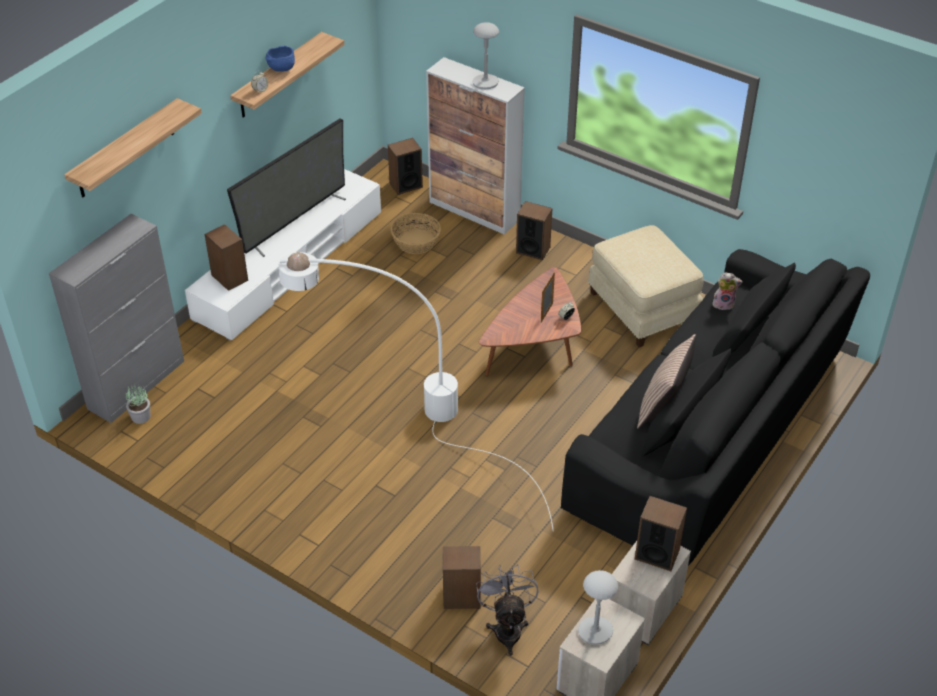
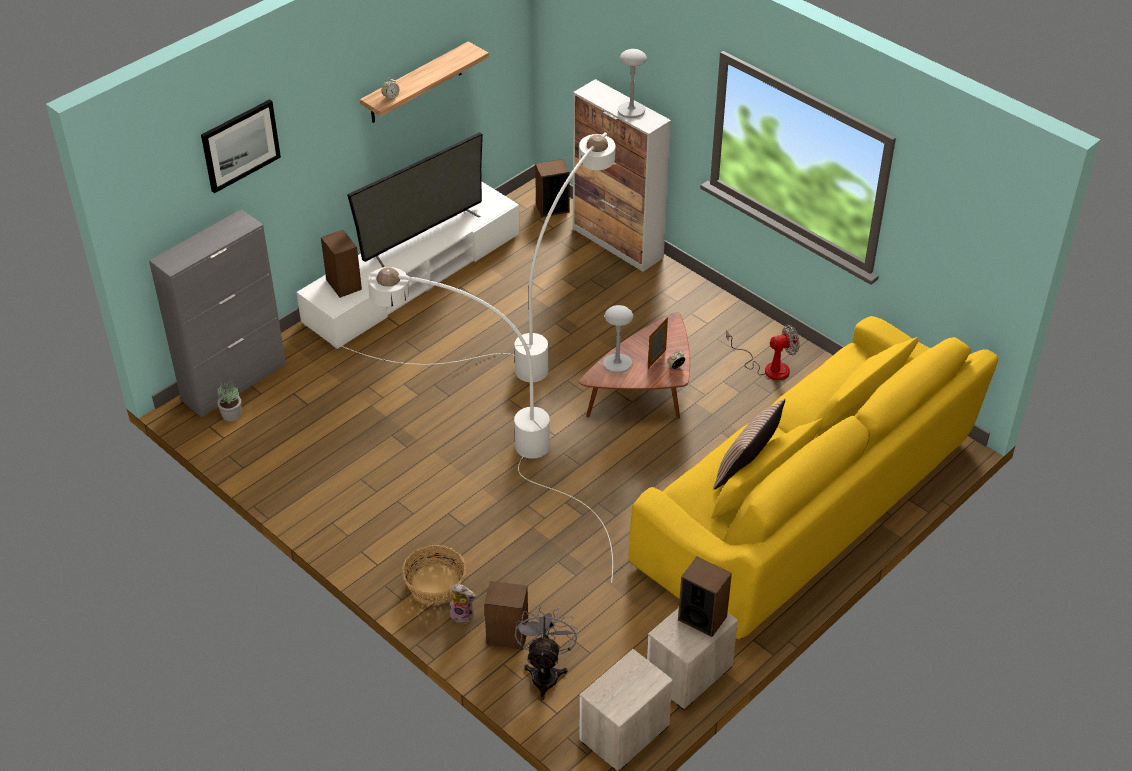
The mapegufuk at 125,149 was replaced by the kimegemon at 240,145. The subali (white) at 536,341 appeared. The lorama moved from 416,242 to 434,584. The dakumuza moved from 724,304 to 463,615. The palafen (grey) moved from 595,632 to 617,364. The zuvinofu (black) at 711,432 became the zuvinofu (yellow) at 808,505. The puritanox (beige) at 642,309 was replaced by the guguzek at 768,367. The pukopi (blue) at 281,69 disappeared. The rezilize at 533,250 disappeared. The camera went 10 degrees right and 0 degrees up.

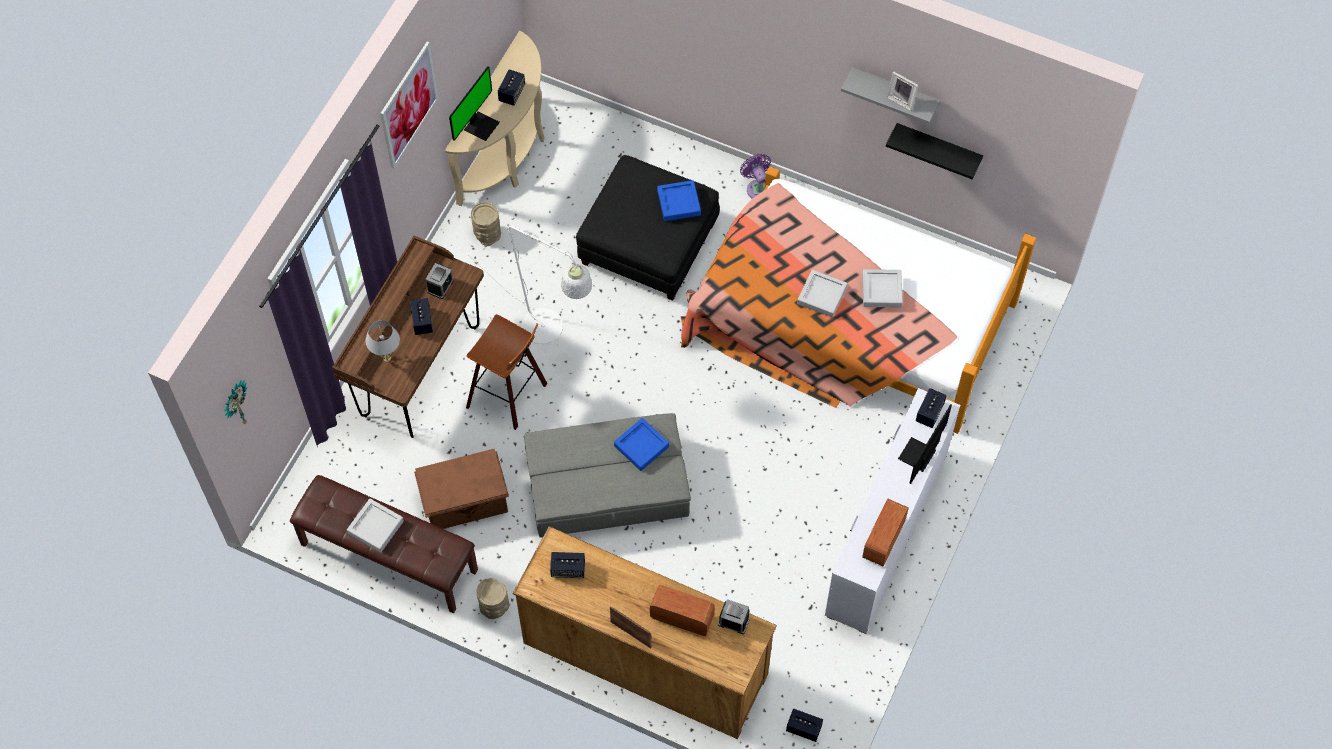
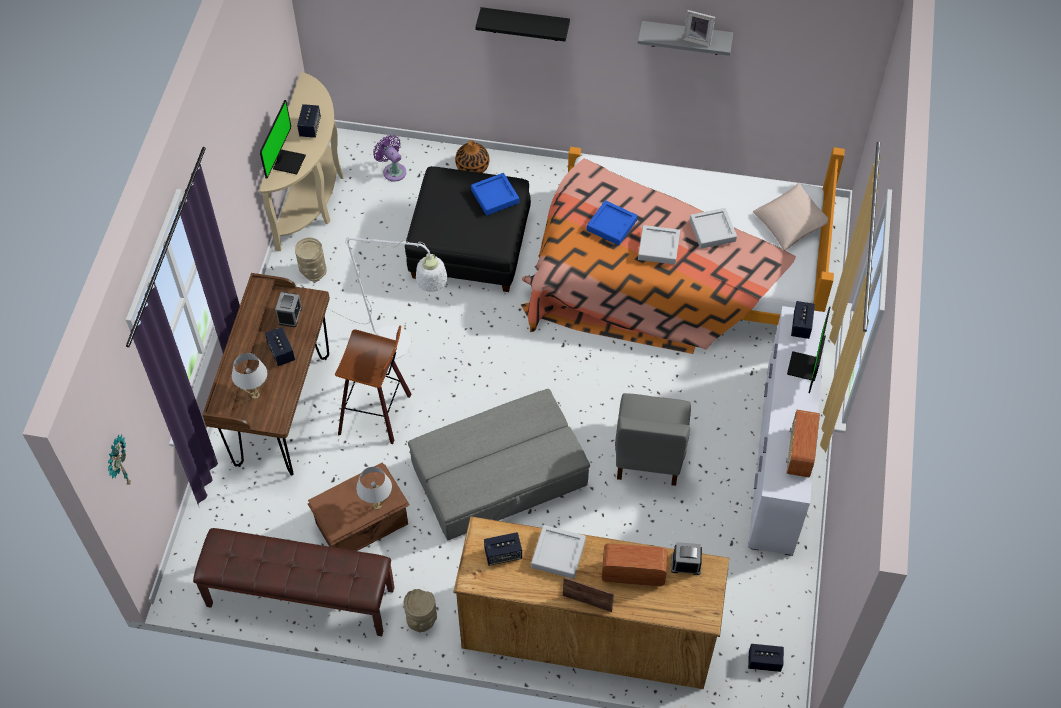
The palafen (white) at 377,505 appeared. The guguzek (purple) moved from 757,187 to 393,170. The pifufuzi at 472,167 appeared. The mapegufuk (black) moved from 937,148 to 525,24. The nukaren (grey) moved from 375,527 to 558,554. The nukaren (blue) moved from 641,446 to 611,225. The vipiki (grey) at 649,454 appeared. The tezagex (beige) at 789,223 appeared. The kimegemon at 409,105 disappeared. The camera went 15 degrees left and 5 degrees down.

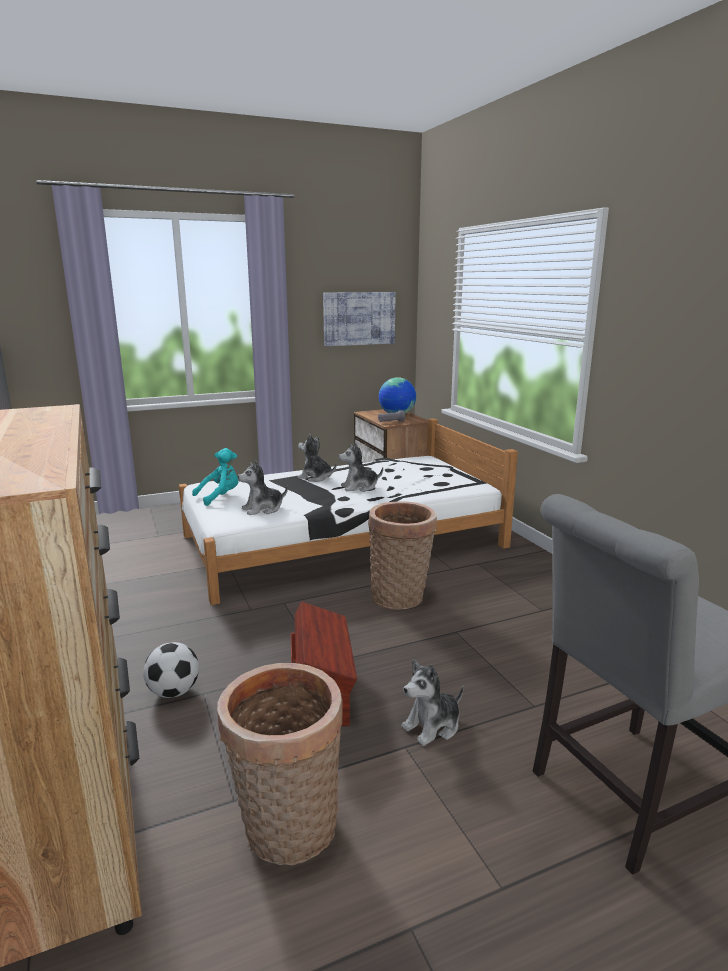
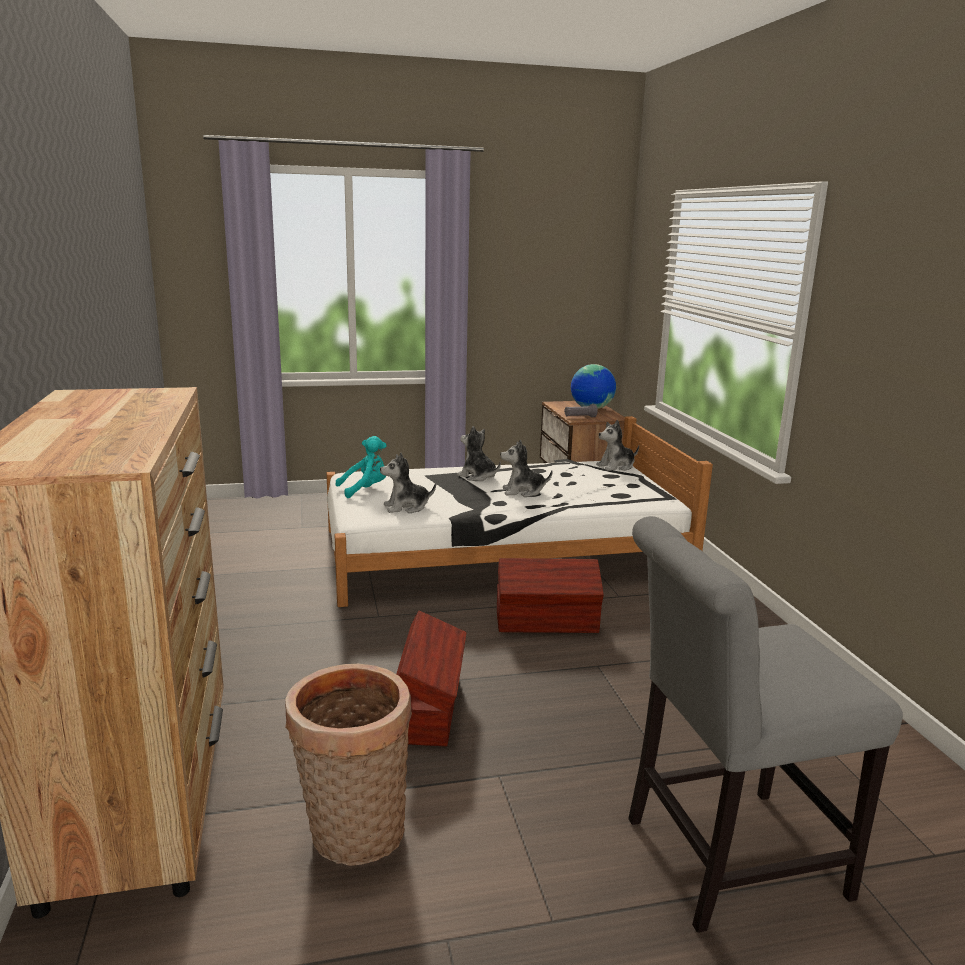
The lorama at 401,598 was replaced by the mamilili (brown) at 547,622. The dakumuza moved from 432,726 to 616,466. The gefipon at 173,692 disappeared. The kimegemon at 359,318 disappeared. The camera went 10 degrees right and 0 degrees up.

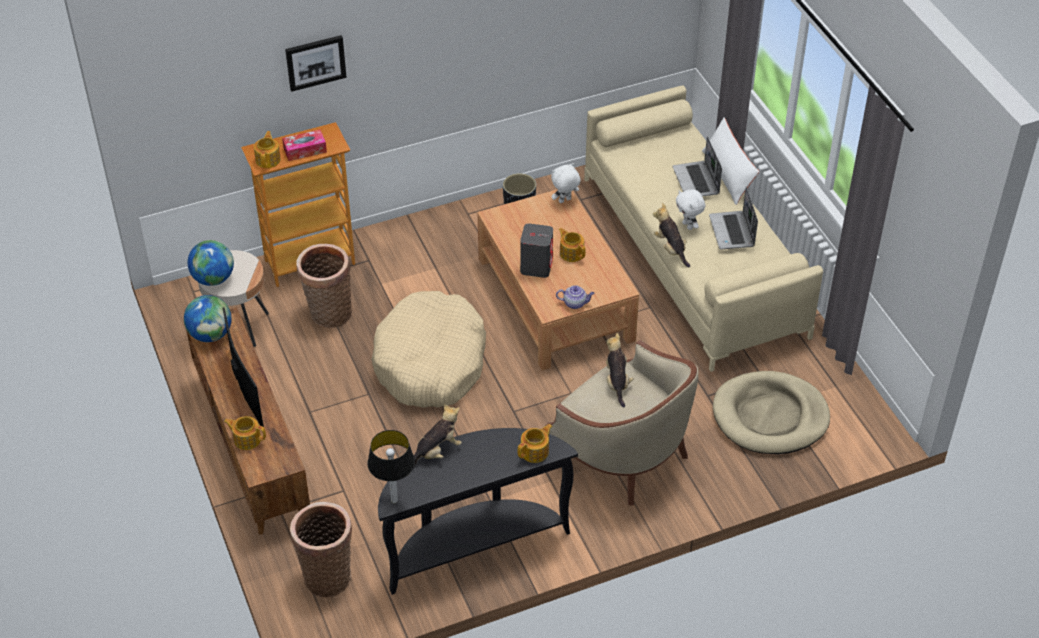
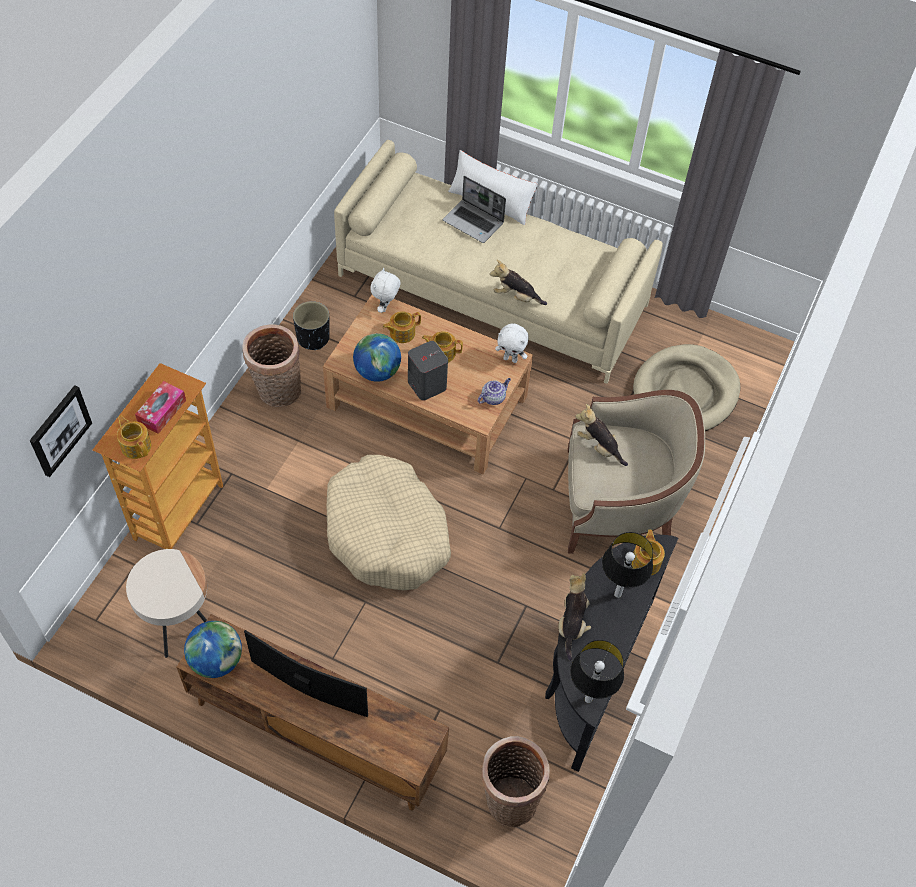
The kimegemon moved from 315,62 to 59,430. The lorama moved from 328,313 to 277,392. The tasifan moved from 213,279 to 377,371. The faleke moved from 247,439 to 401,333. The dakumuza (white) moved from 688,226 to 510,359. The palafen at 618,594 appeared. The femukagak at 732,232 disappeared. The camera went 45 degrees left and 10 degrees up.

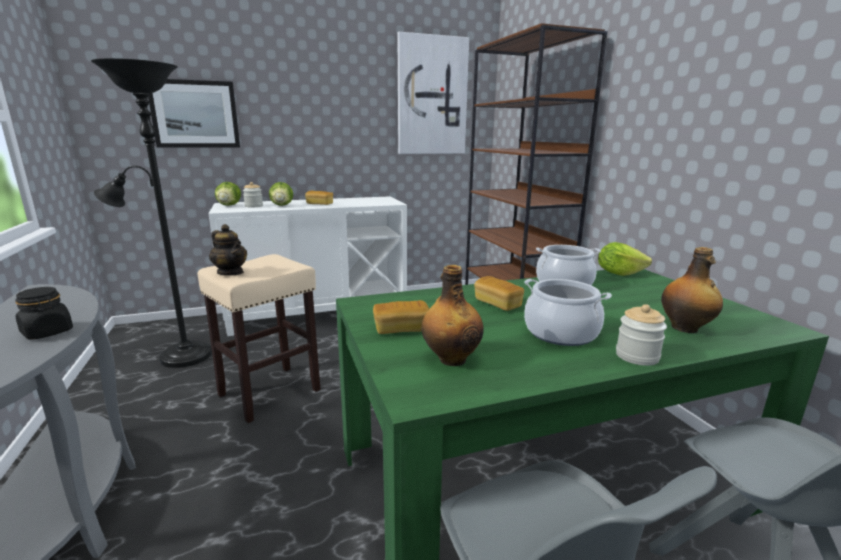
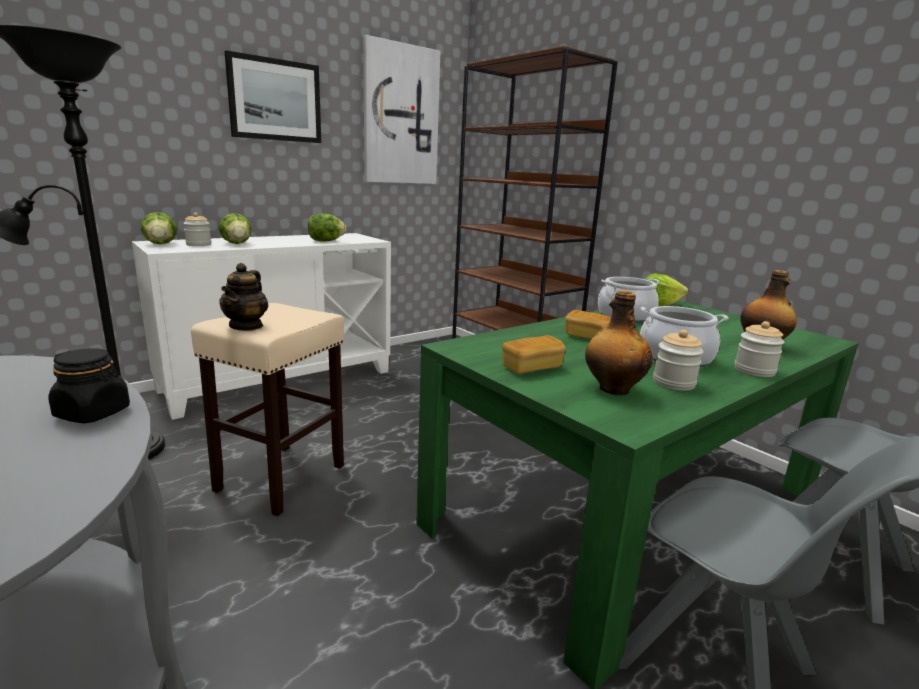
The faleke at 231,272 turned 75 degrees clockwise. The kimegemon moved from 195,114 to 275,100. The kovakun at 326,241 appeared. The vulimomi at 673,383 appeared. The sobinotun at 319,204 disappeared. The camera went 20 degrees left and 0 degrees up.

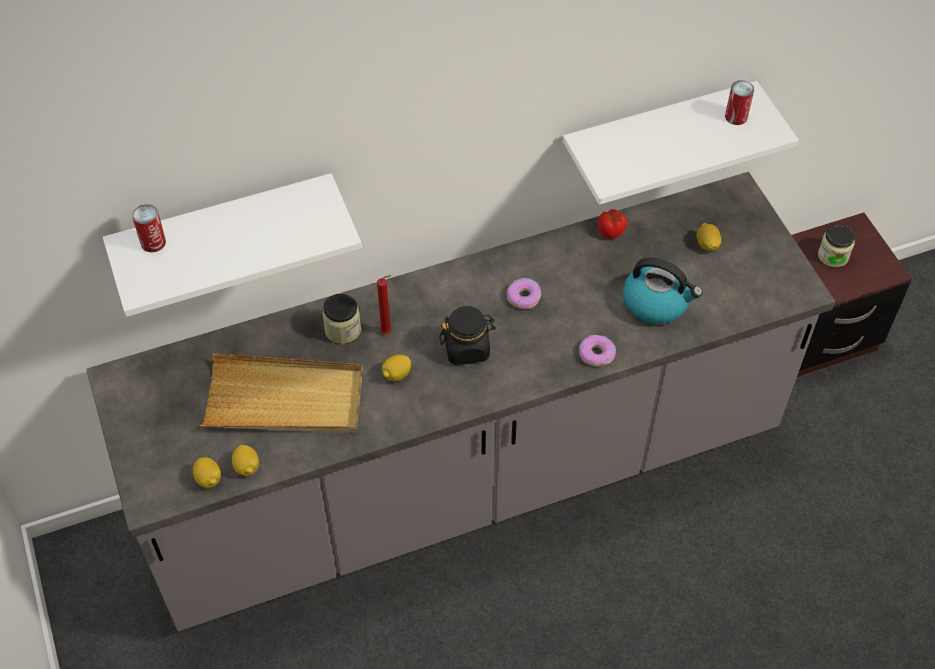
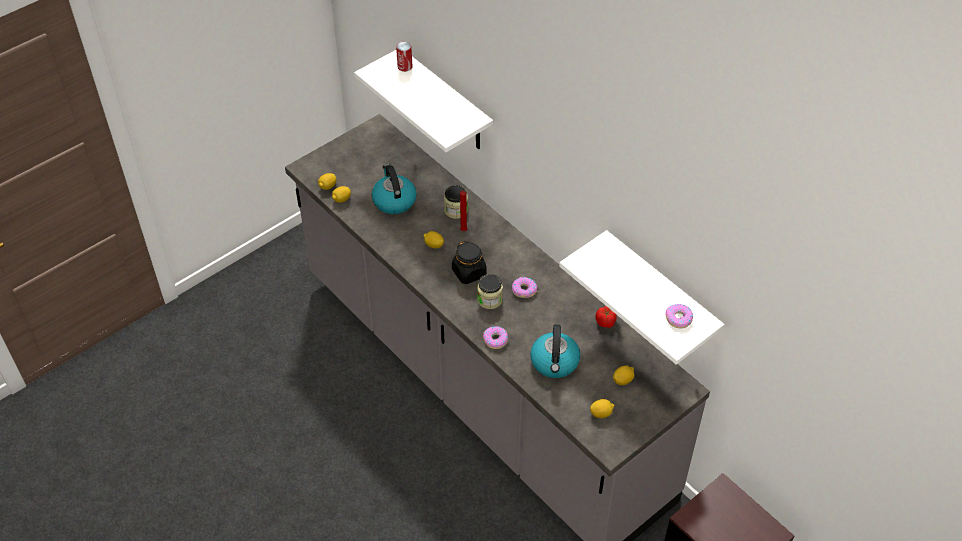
The nukaren (beige) at 284,399 was replaced by the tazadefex at 394,200. The vulimomi moved from 833,256 to 489,299. The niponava at 601,413 appeared. The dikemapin at 736,116 was replaced by the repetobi at 678,318. The camera went 70 degrees right and 5 degrees down.

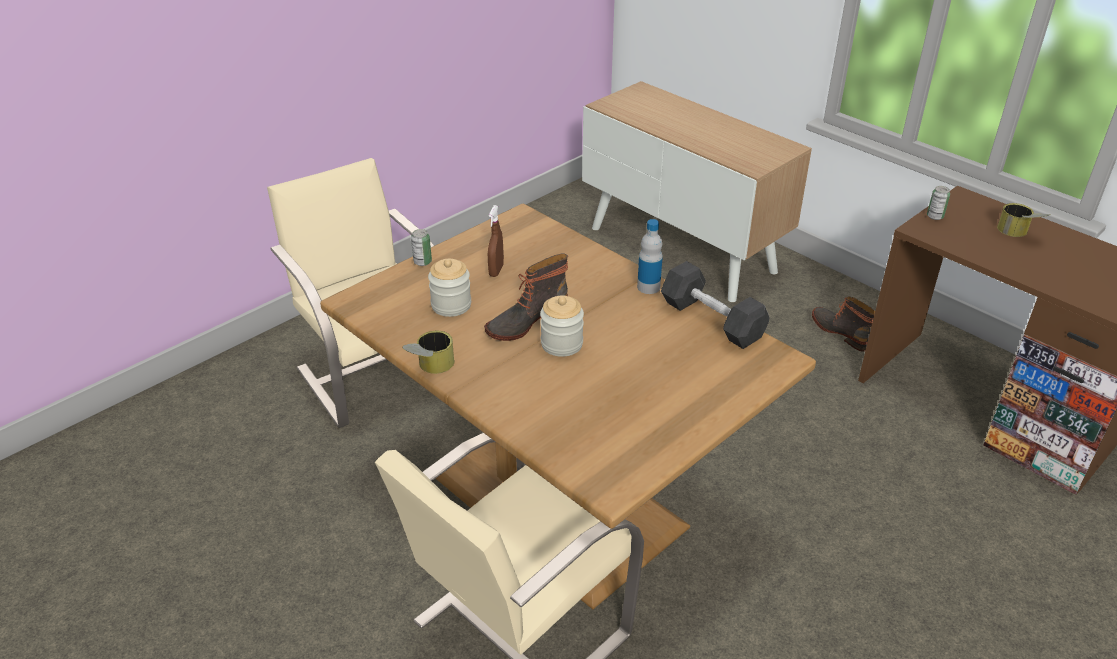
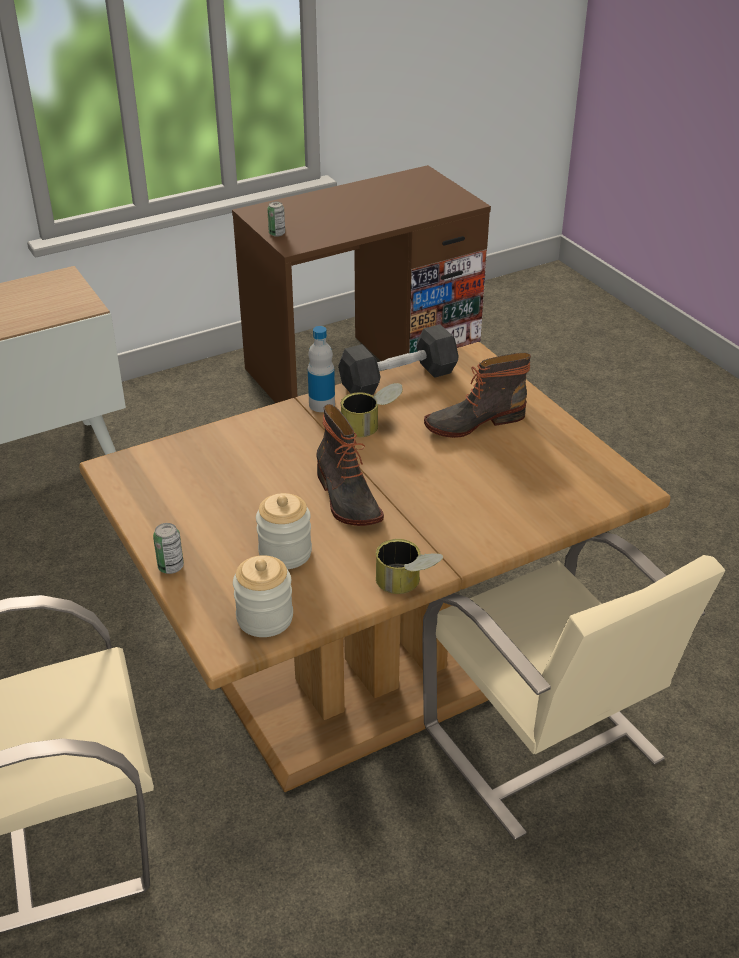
The vulimomi moved from 561,344 to 265,618. The dikemapin moved from 1018,234 to 371,426. The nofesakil moved from 841,332 to 473,421. The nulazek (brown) at 496,270 disappeared. The camera went 75 degrees left and 0 degrees up.

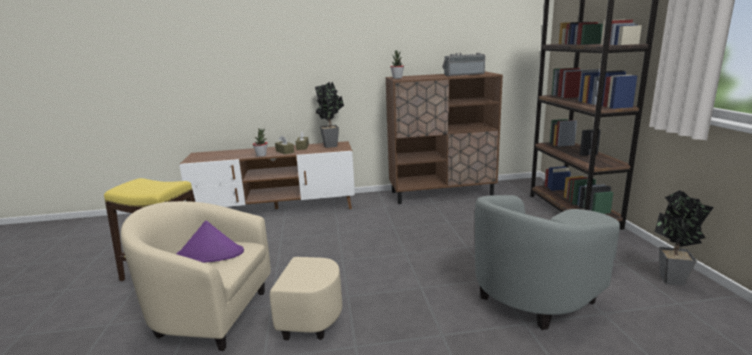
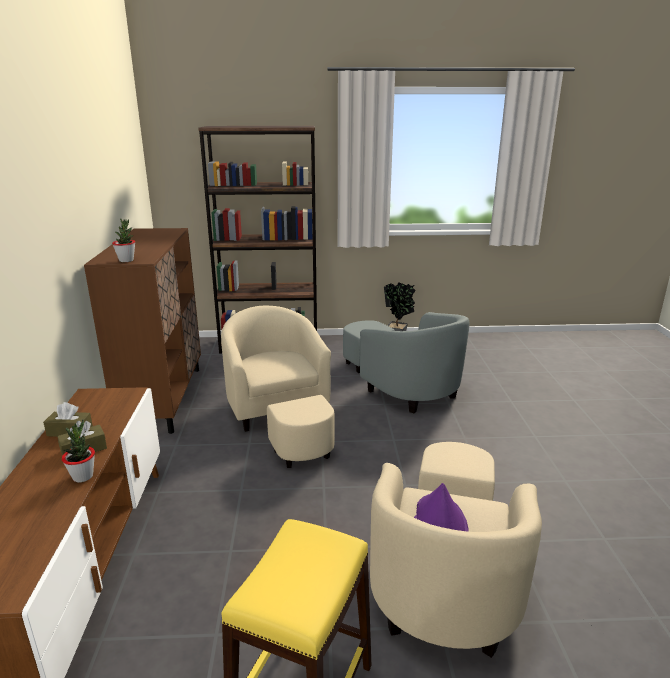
The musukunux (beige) at 281,418 appeared. The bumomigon at 331,145 disappeared. The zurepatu at 463,74 disappeared. The camera went 85 degrees left and 5 degrees up.

